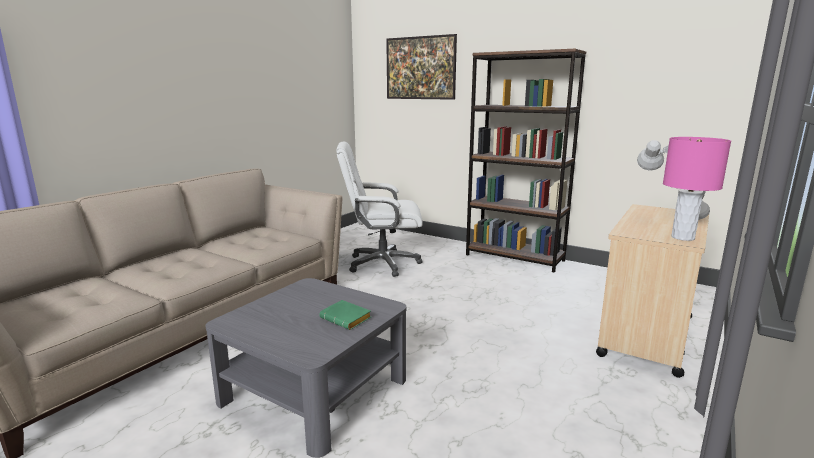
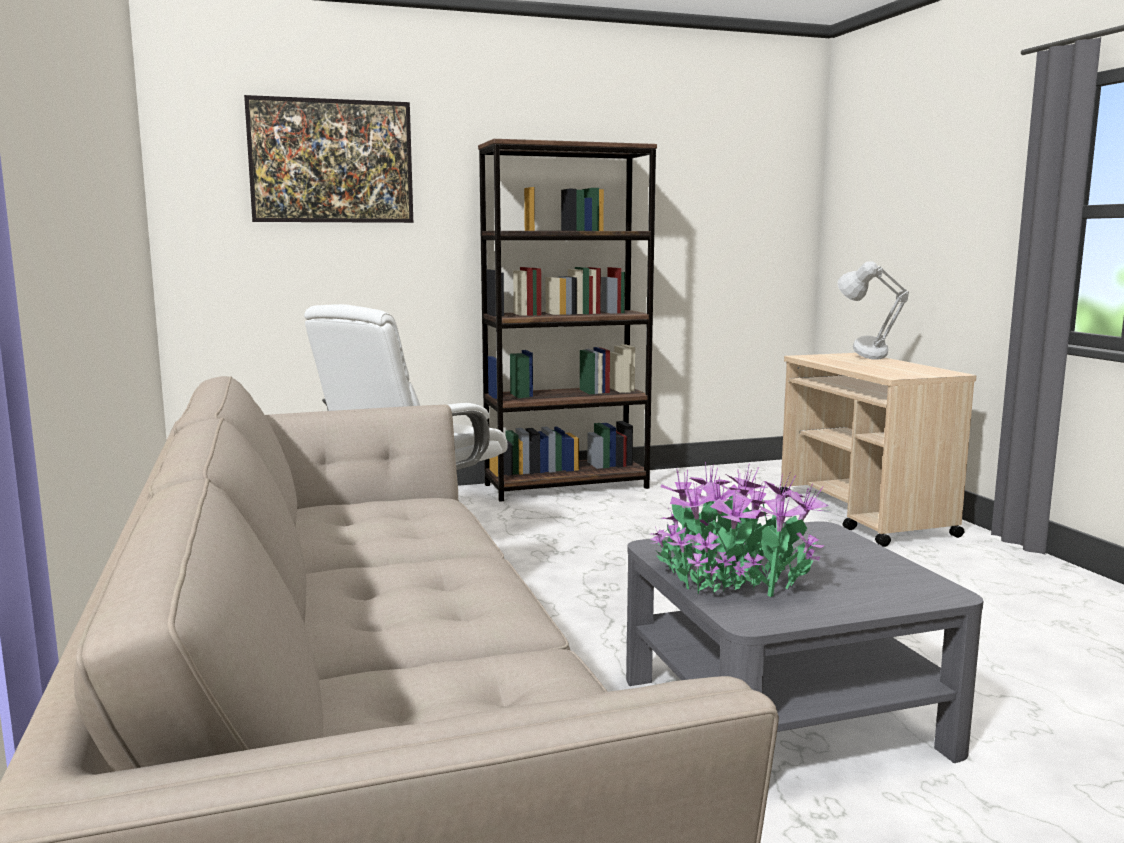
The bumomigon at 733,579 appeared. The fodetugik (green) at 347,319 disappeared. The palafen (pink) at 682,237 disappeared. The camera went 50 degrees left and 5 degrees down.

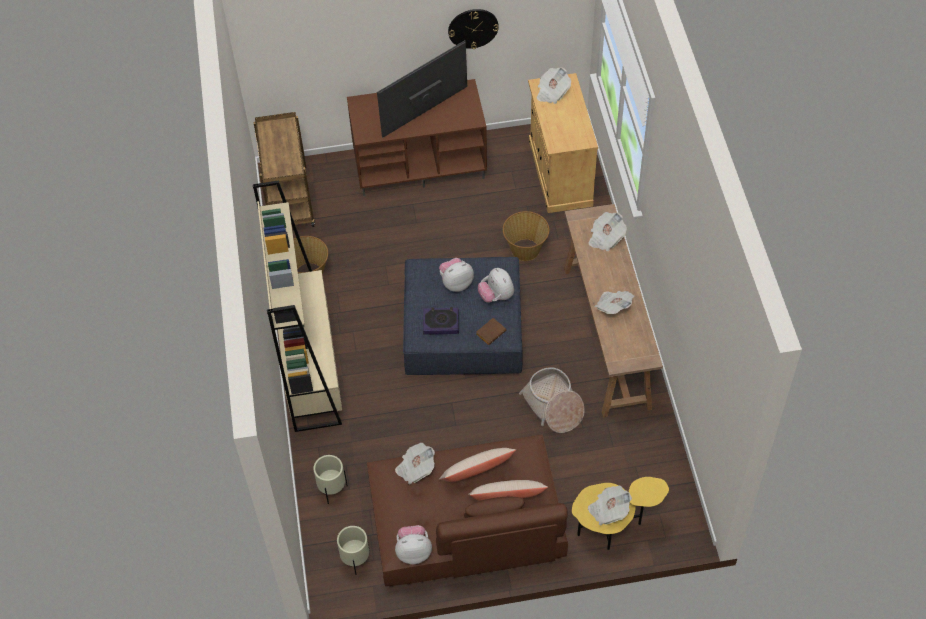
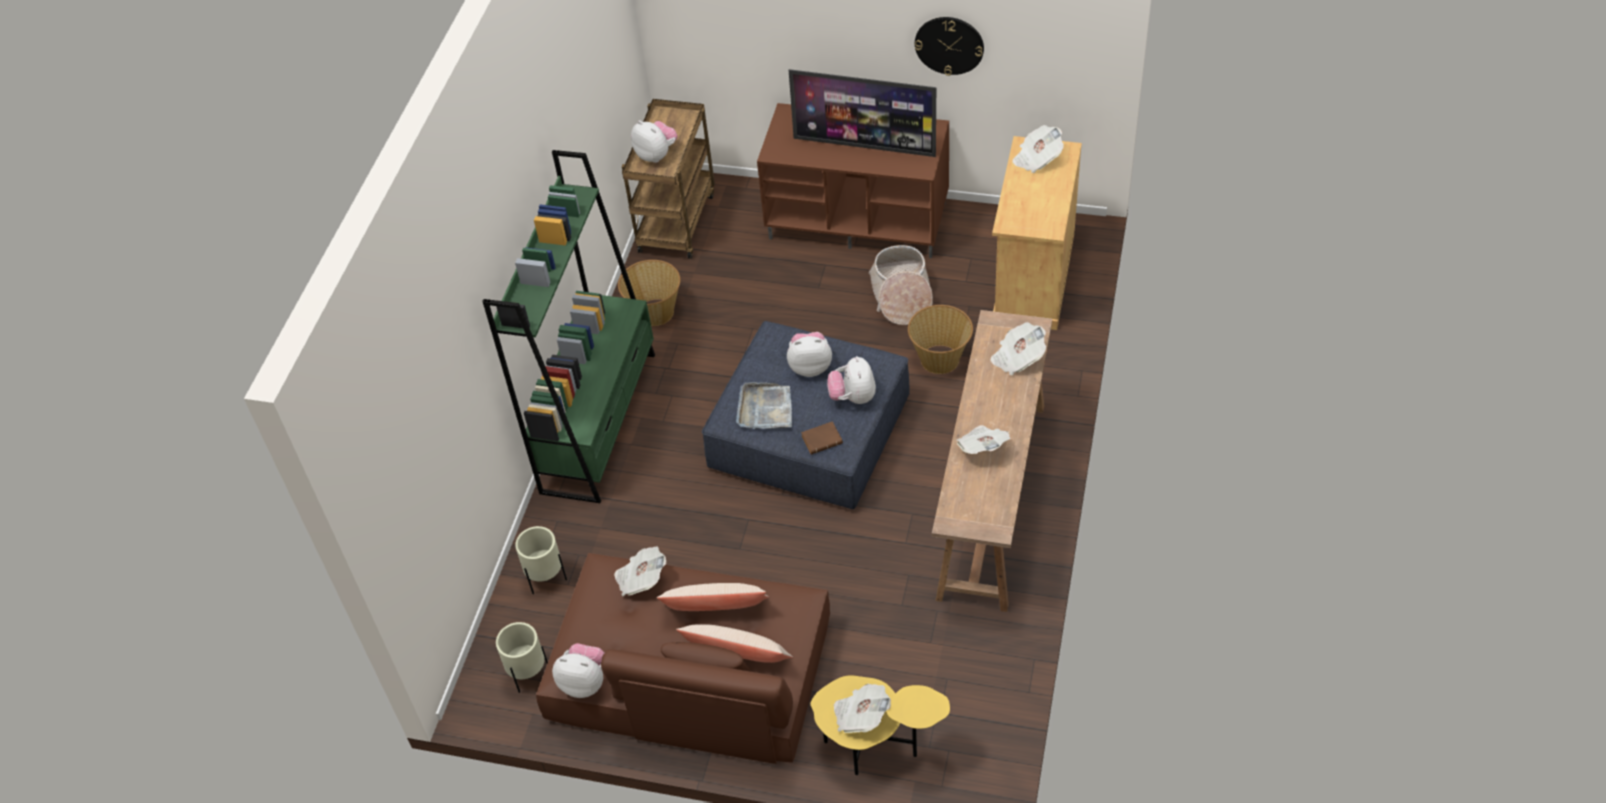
The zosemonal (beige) at 310,366 became the zosemonal (green) at 599,421. The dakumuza at 656,155 appeared. The fodetugik at 441,322 was replaced by the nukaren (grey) at 765,409. The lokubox at 426,113 turned 150 degrees counterclockwise. The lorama moved from 553,406 to 901,296. The camera went 25 degrees right and 5 degrees down.

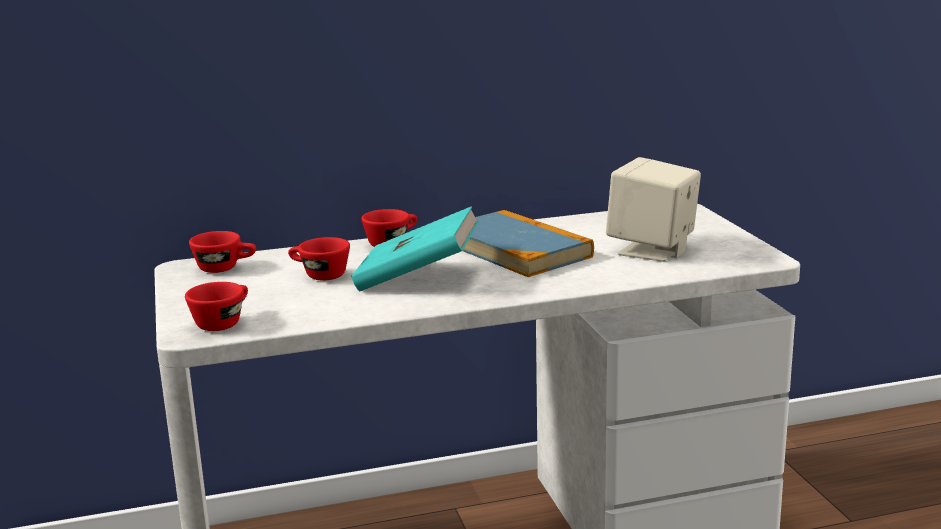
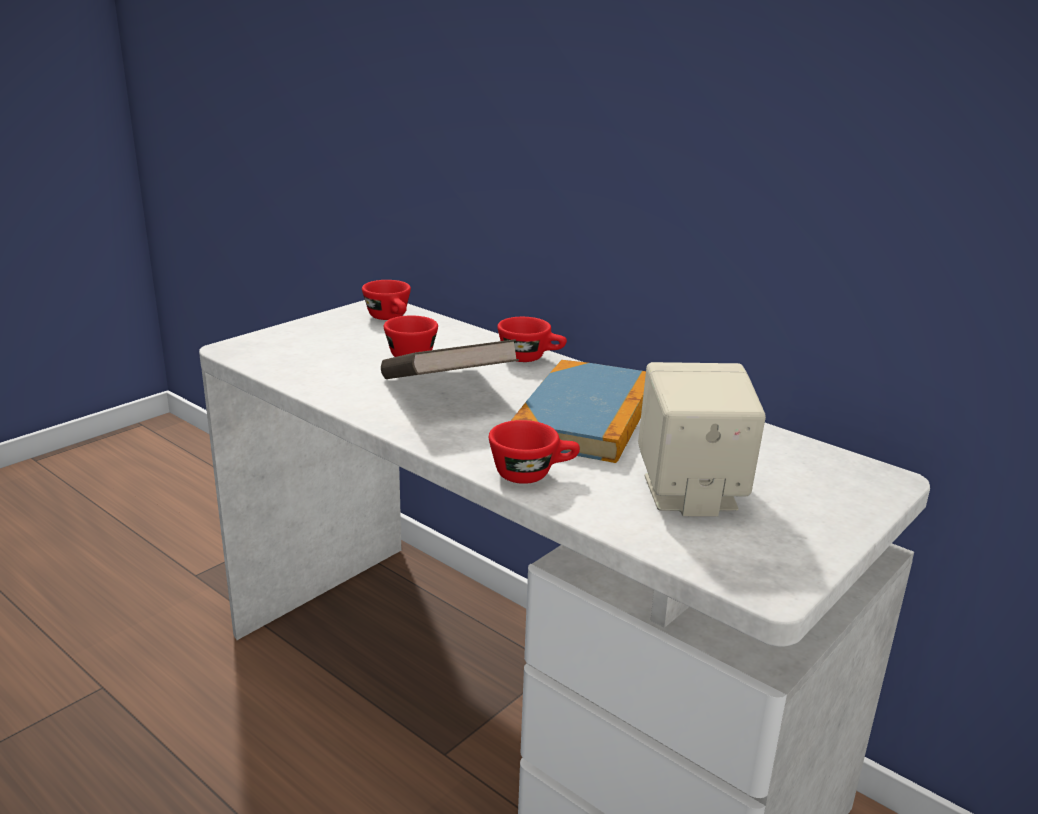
The fodetugik (turquoise) at 417,278 became the fodetugik (brown) at 446,393. The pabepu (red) moved from 223,322 to 533,474. The camera went 55 degrees right and 5 degrees up.

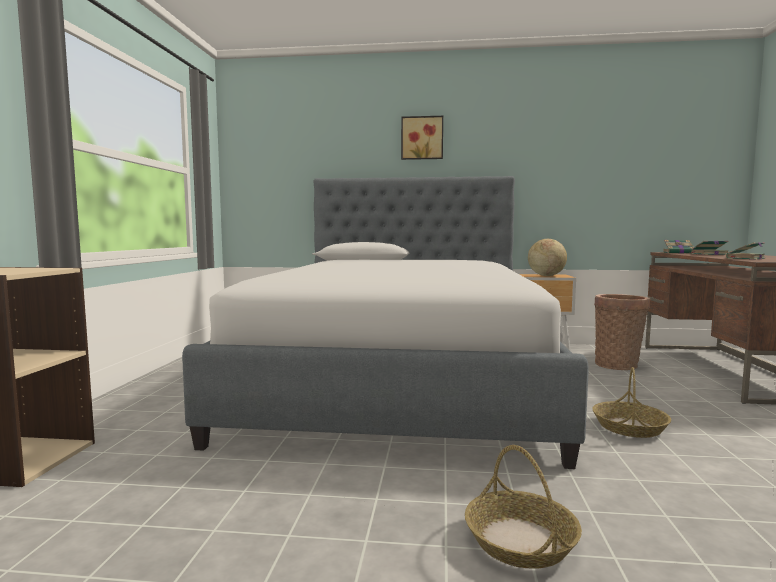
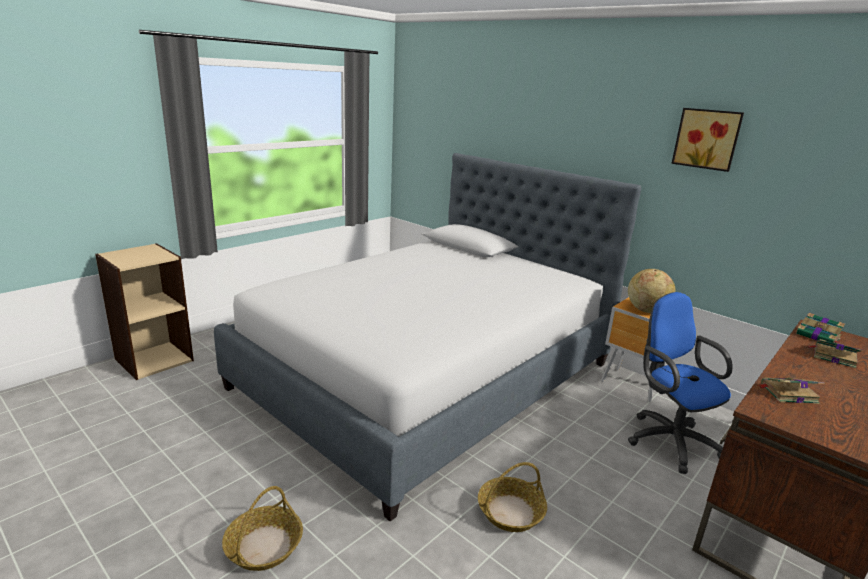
The lorama at 618,364 was replaced by the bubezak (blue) at 668,439. The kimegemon moved from 422,138 to 707,139. The camera went 35 degrees right and 15 degrees up.

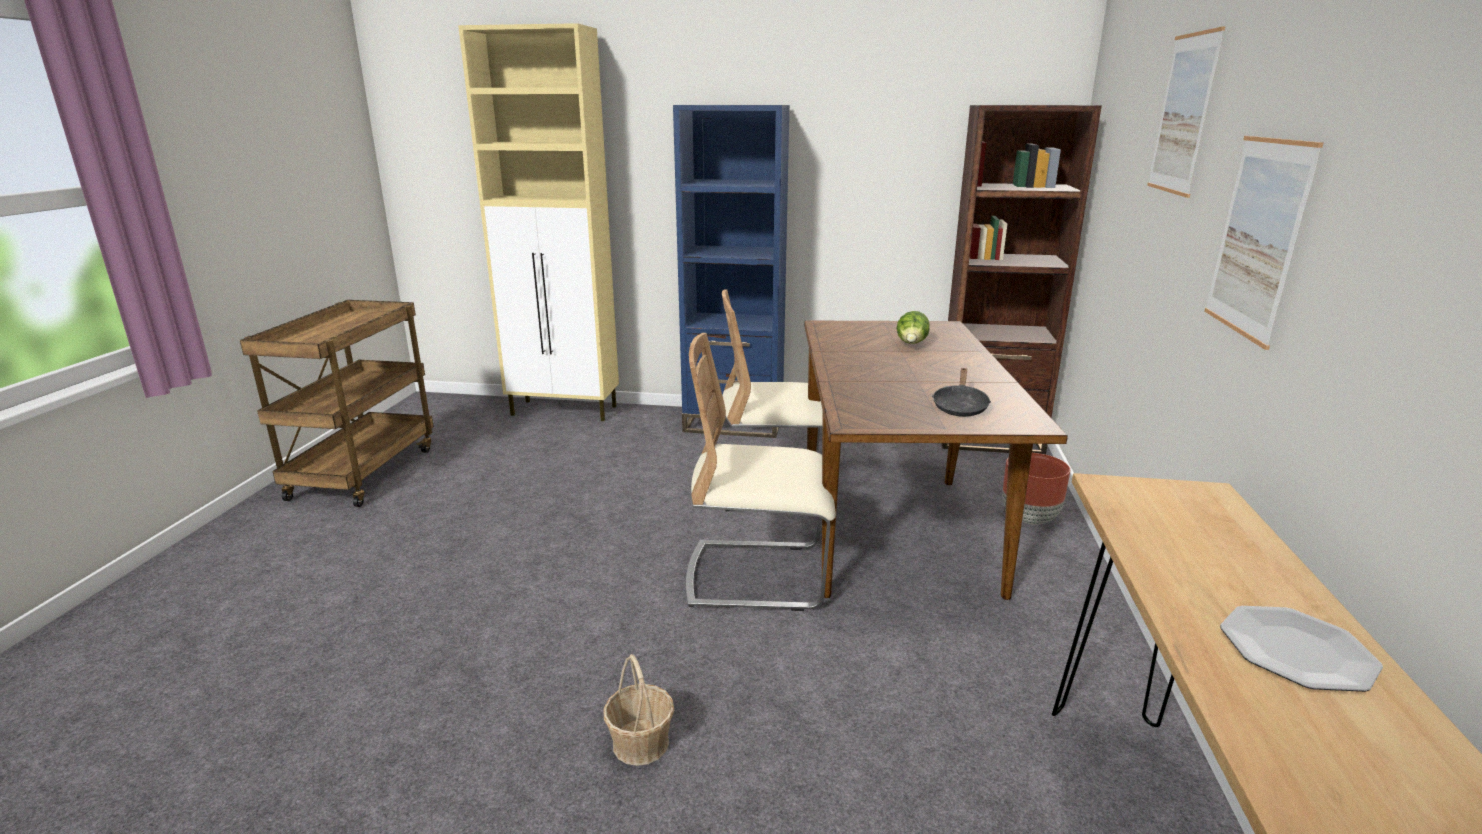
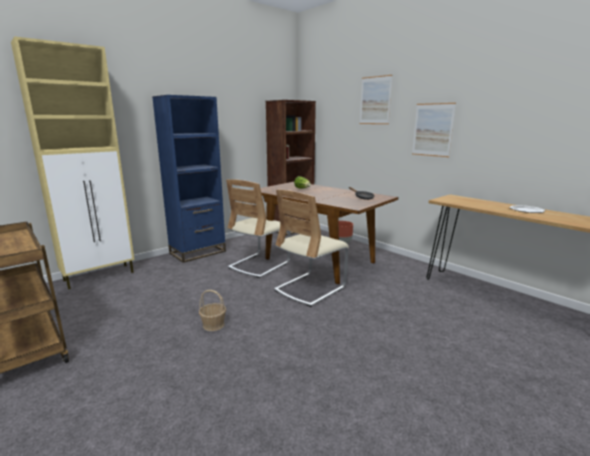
The lorama moved from 641,743 to 213,325. The camera went 50 degrees left and 5 degrees down.

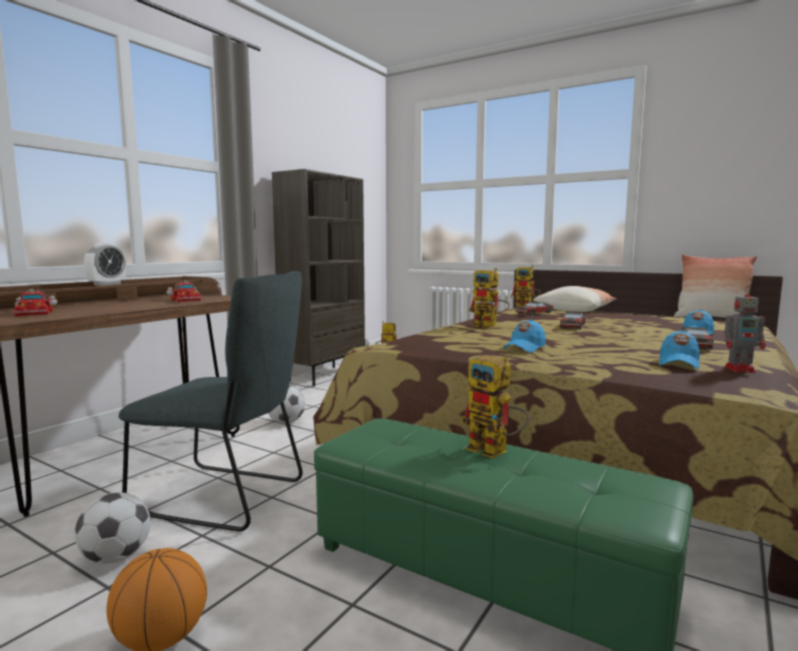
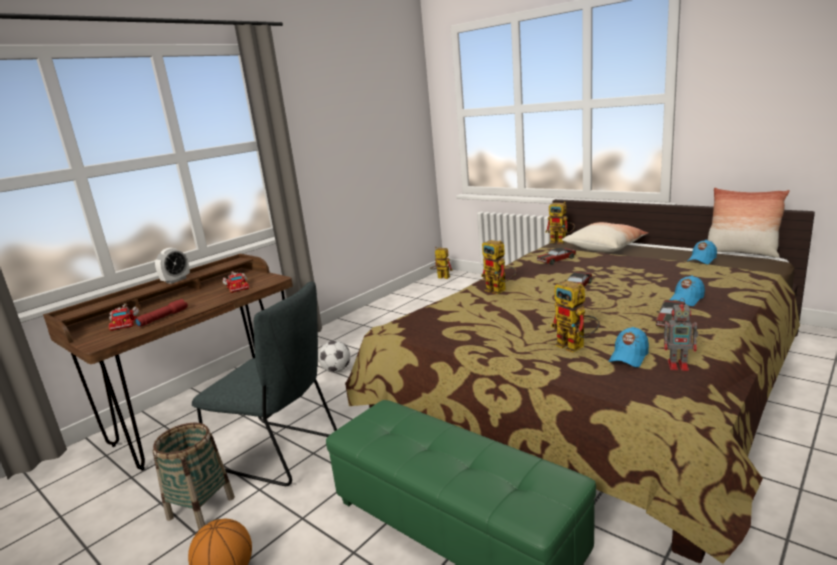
The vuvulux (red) at 163,317 appeared. The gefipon at 116,557 was replaced by the lorama at 201,508. The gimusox moved from 495,452 to 576,347. The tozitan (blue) moved from 524,348 to 702,260. The zosemonal (brown) at 324,375 disappeared. The camera went 10 degrees right and 10 degrees up.

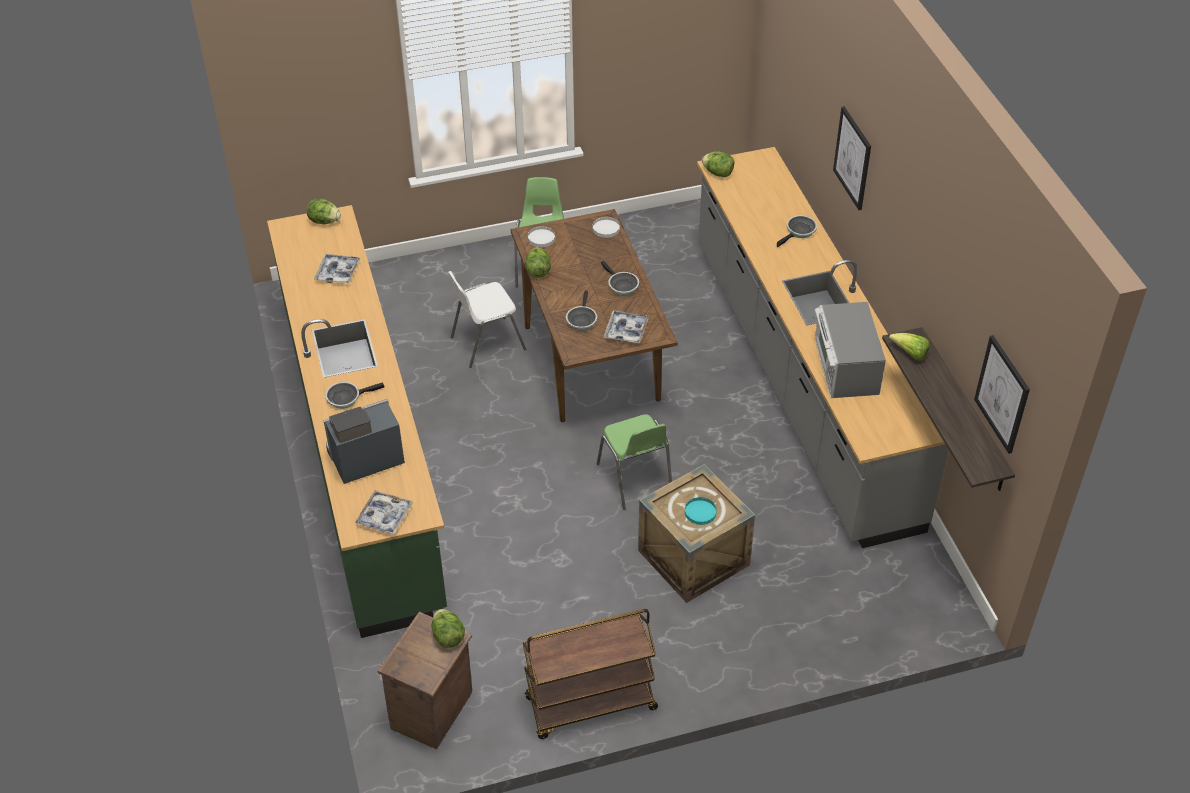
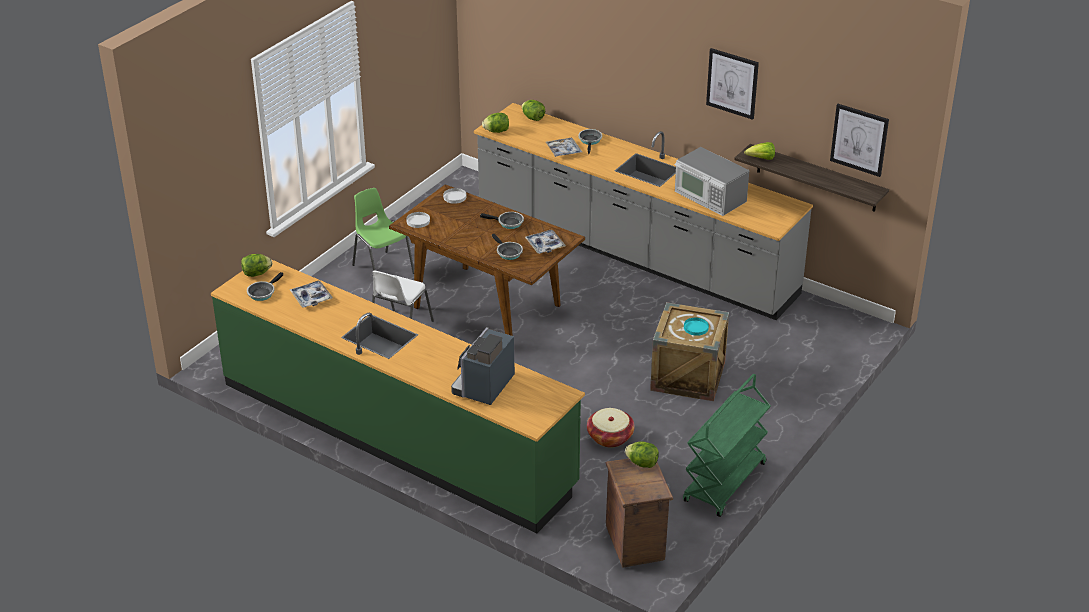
The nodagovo moved from 346,397 to 262,292. The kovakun moved from 538,271 to 533,118. The nukaren moved from 384,516 to 563,151. The lorama at 610,437 appeared. The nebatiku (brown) at 590,705 became the nebatiku (green) at 725,483. The kimegemon moved from 853,158 to 732,83. The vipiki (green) at 635,479 disappeared. The camera went 40 degrees left and 10 degrees down.

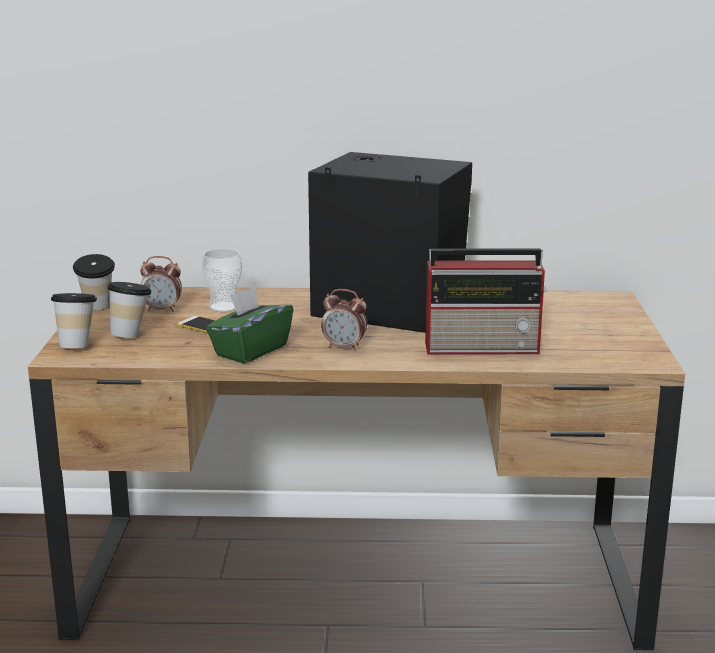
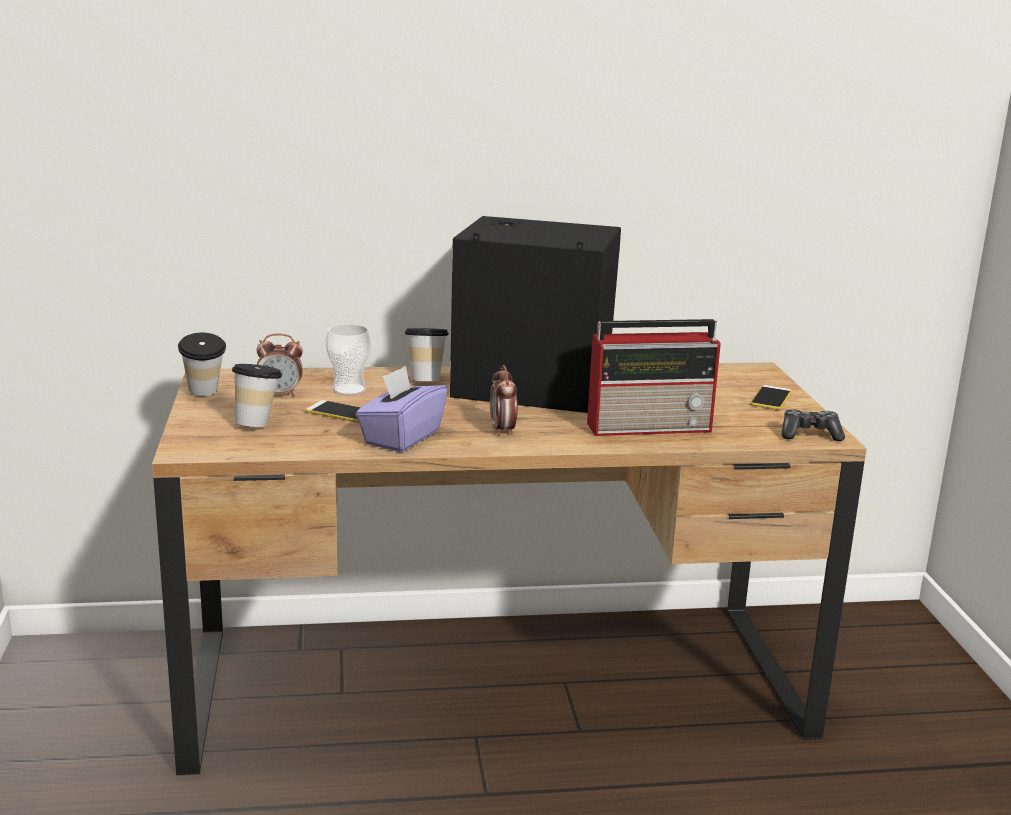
The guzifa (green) at 250,350 became the guzifa (purple) at 401,437. The pabepu moved from 77,345 to 426,379. The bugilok at 344,347 turned 75 degrees clockwise. The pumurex at 771,398 appeared. The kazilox at 809,434 appeared. The camera went 10 degrees left and 0 degrees up.

